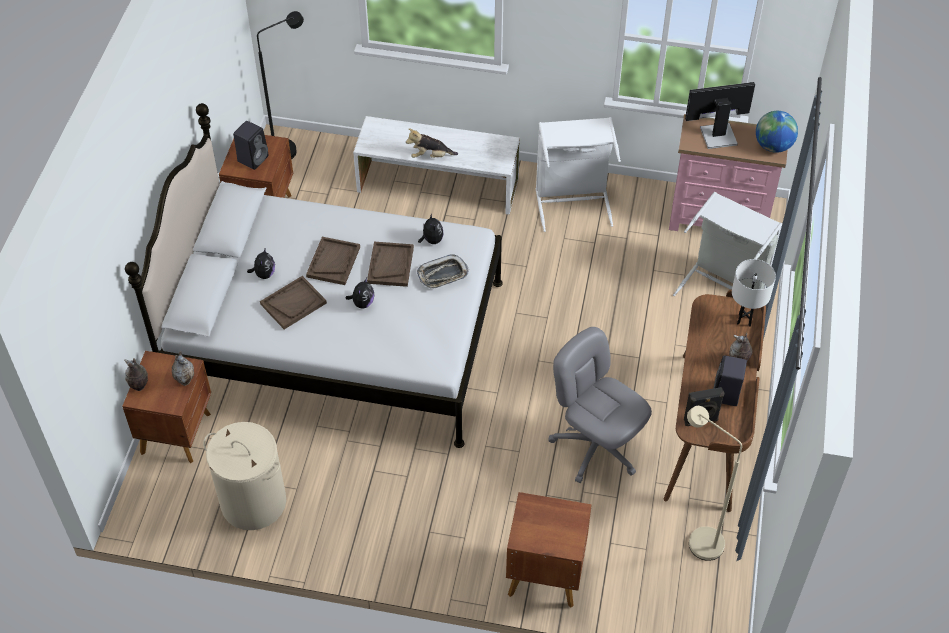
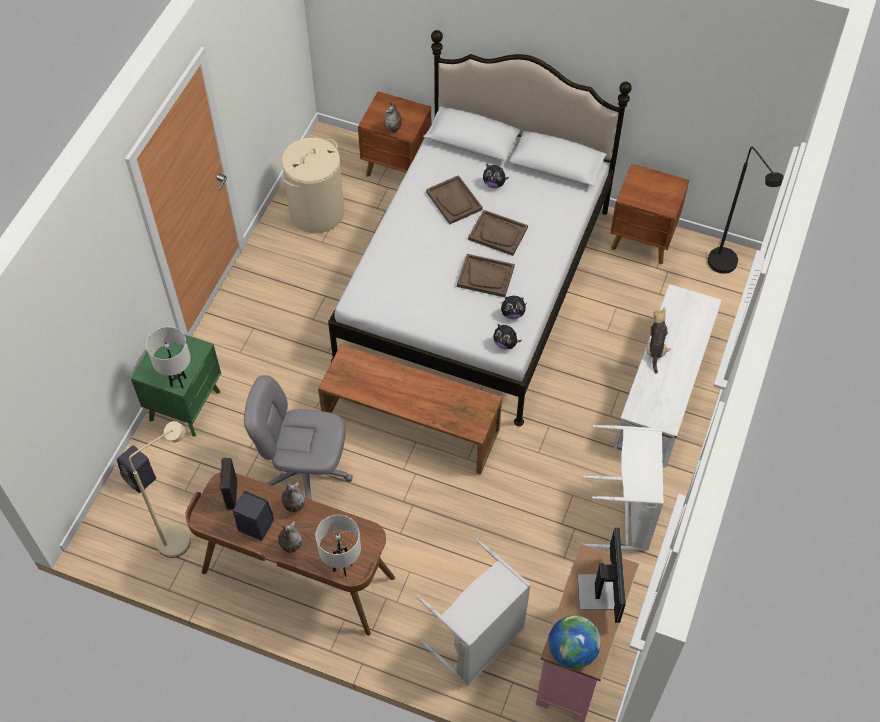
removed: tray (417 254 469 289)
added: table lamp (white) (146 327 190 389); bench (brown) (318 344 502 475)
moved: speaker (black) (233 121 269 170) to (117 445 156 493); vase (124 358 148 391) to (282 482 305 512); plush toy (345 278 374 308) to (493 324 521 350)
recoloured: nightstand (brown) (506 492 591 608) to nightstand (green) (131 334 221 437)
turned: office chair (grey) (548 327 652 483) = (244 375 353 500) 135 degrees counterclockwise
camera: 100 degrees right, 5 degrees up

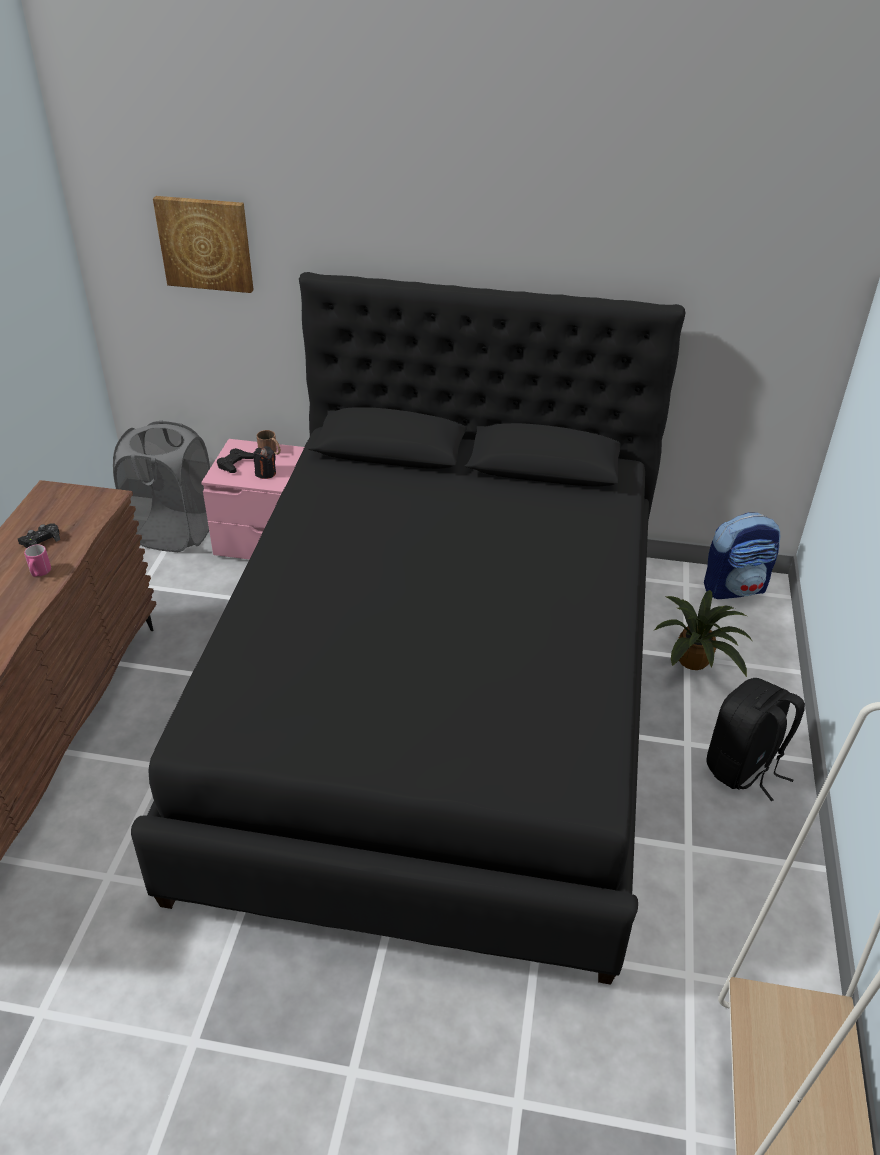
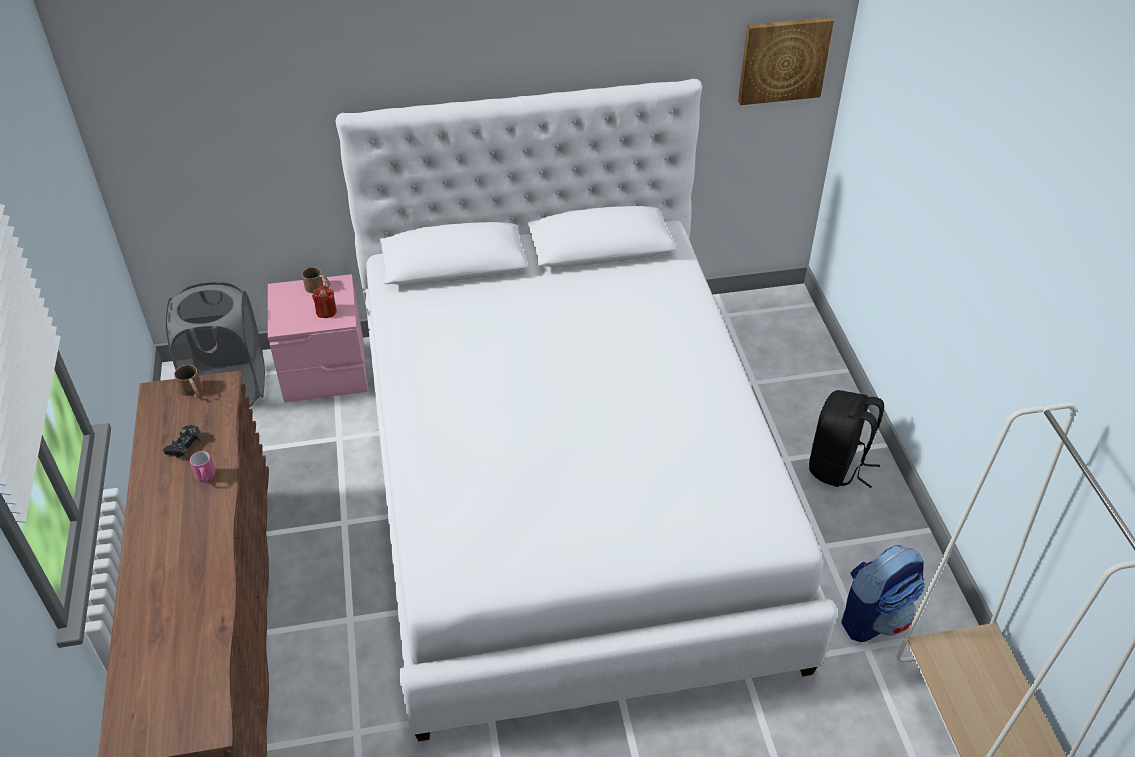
removed: game controller (black) (217 448 254 473); potted plant (655 590 752 677)
added: mug (brown) (174 365 202 398)
moved: picture (153 196 254 293) to (738 17 834 105); backpack (704 512 780 599) to (841 545 925 642)
recoloured: candle (black) (254 446 276 479) to candle (red) (312 286 337 318); bed (black) (131 272 686 985) to bed (white) (336 79 838 742)
camera: 20 degrees left, 5 degrees up

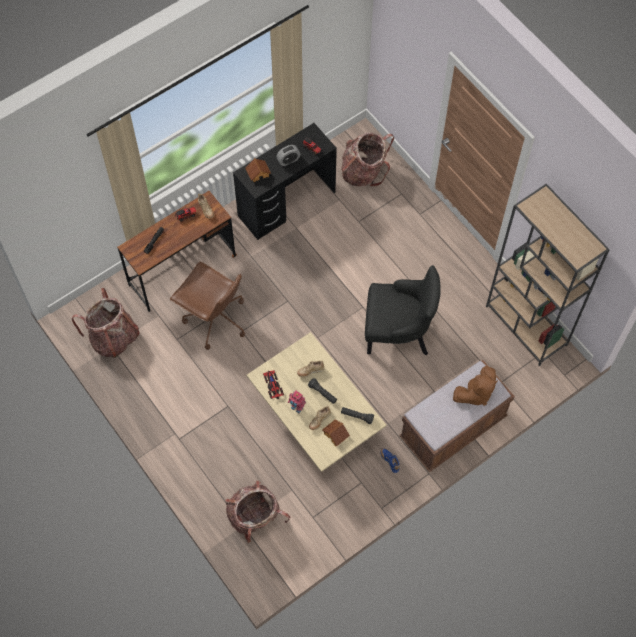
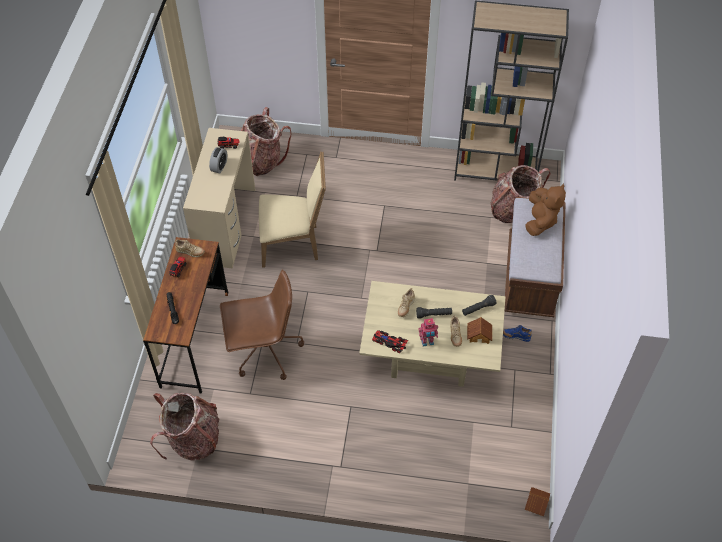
removed: chair (black) (365 265 441 355)
added: chair (beige) (259 152 326 268)
moved: backpack (225 481 290 543) to (491 165 551 223); toy house (245 158 271 182) to (525 487 550 516)
recoloured: desk (black) (233 123 337 240) to desk (beige) (183 128 255 269)
camera: 45 degrees left, 10 degrees down

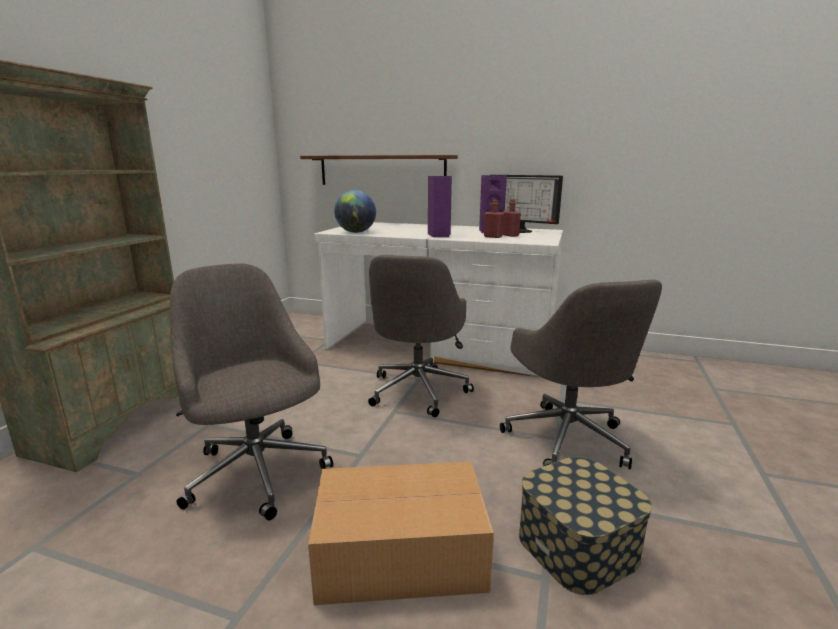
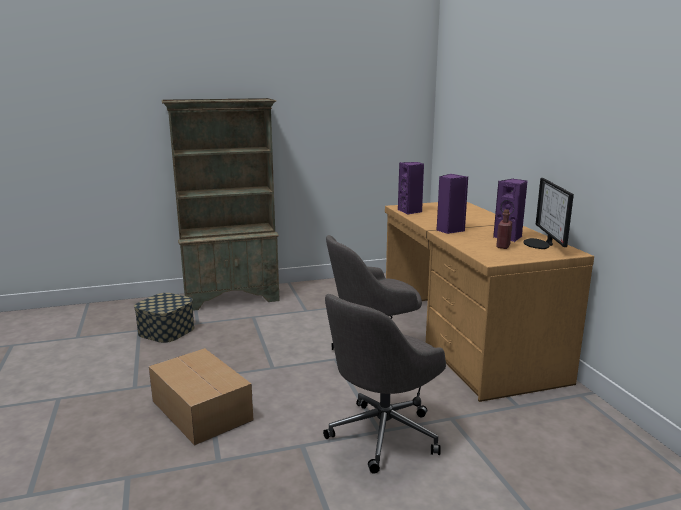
removed: office chair (grey) (170 264 333 520); shelf (brown) (300 155 458 185); bottle (red) (484 200 504 238)
moved: storage box (519 457 652 595) to (134 293 195 343)
replaced: globe (334 190 376 233) to speaker (purple) (398 162 424 215)
recoloured: desk (white) (315 222 563 380) to desk (brown) (385 202 594 402)
camera: 55 degrees right, 0 degrees up

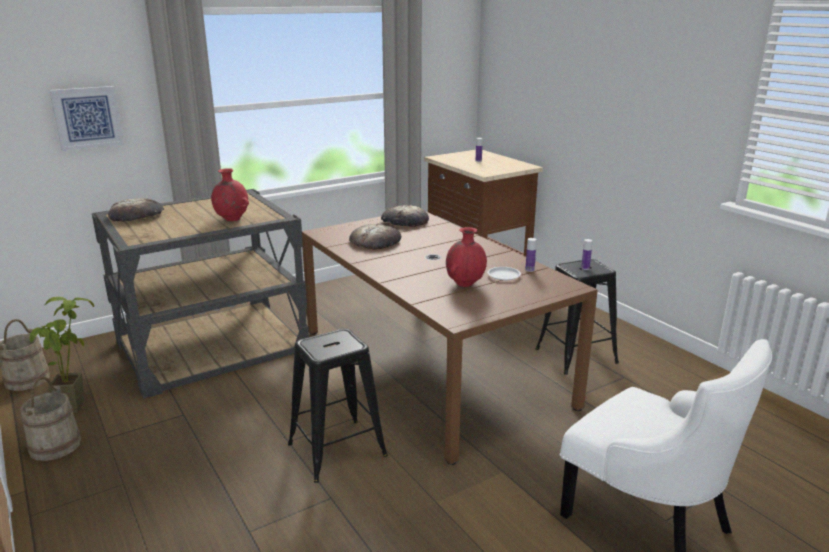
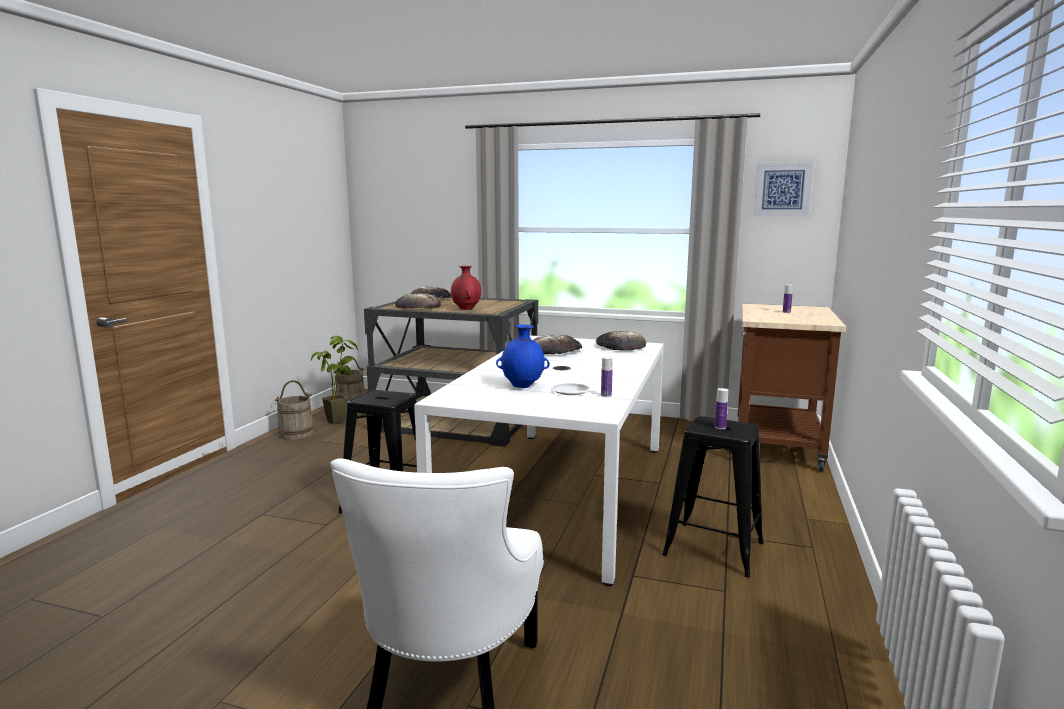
added: bread (395 293 441 309)
moved: picture (49 86 124 151) to (754 162 814 216)
recoloured: dining table (brown) (302 212 598 465) to dining table (white) (414 335 664 586); vase (red) (446 227 487 287) to vase (blue) (496 324 550 388)
camera: 50 degrees right, 10 degrees down

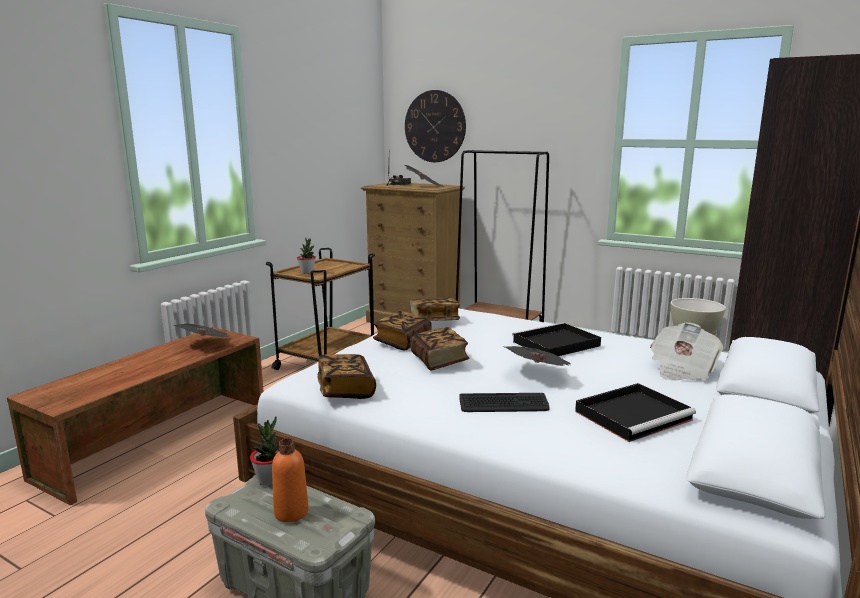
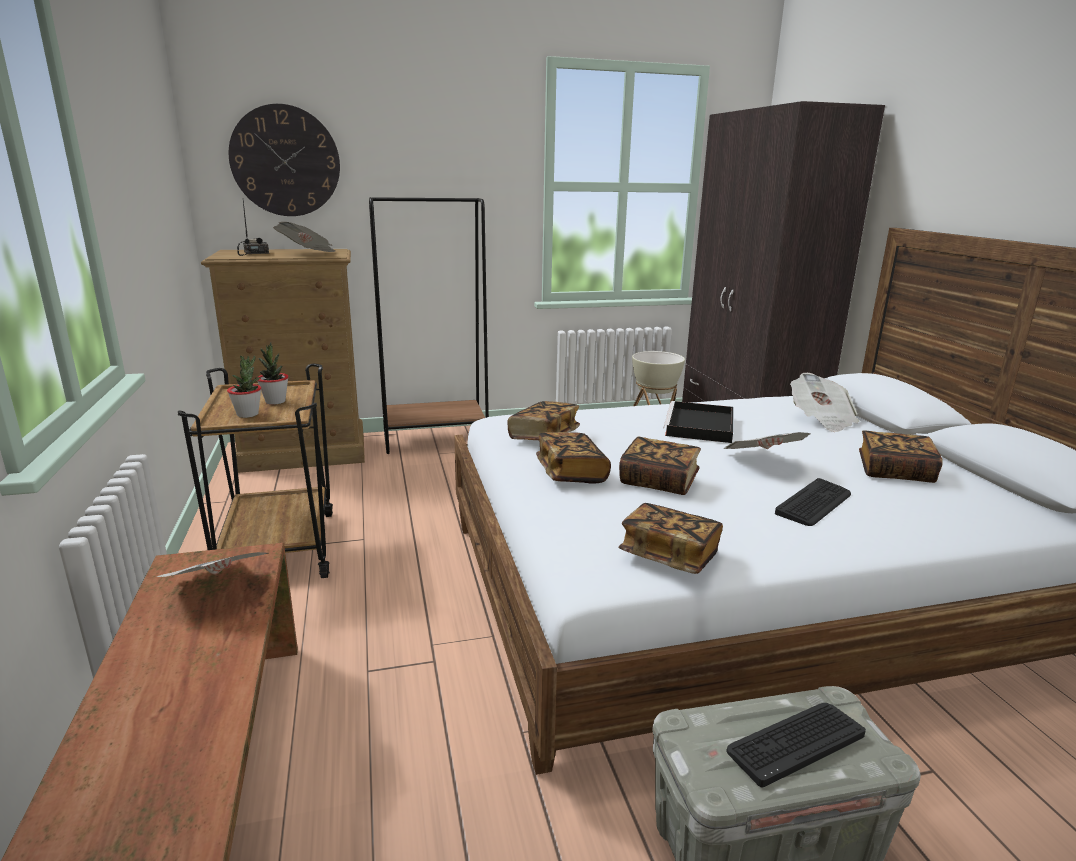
moved: potted plant (250 417 279 486) to (258 342 289 405)
replaced: bottle (orange) (272 438 309 522) to keyboard (726 703 866 787); tray (black) (575 383 696 442) to book (859 430 942 483)
camera: 45 degrees left, 5 degrees up

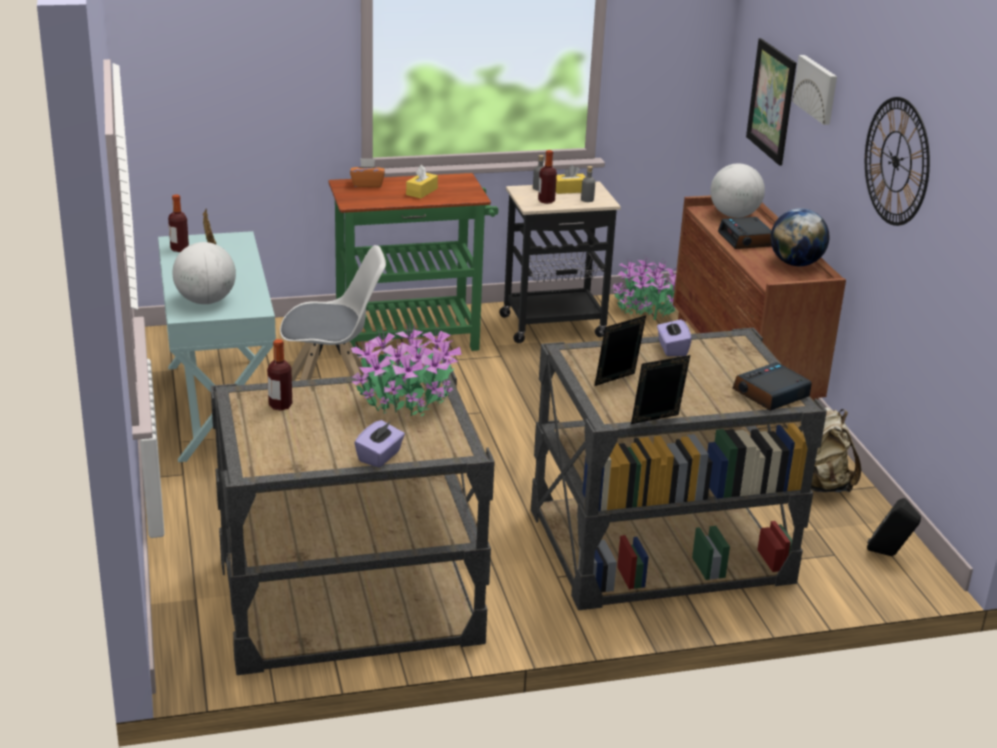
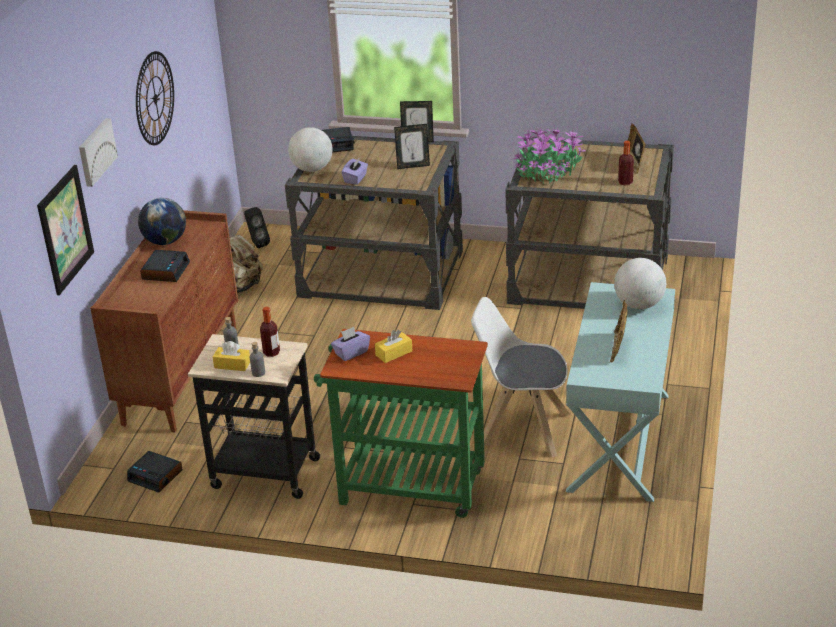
removed: bottle (168 194 189 252); tissue box (orange) (350 158 385 188)
added: picture frame (628 123 646 174)
moved: globe (710 163 765 218) to (288 127 333 172); tissue box (purple) (355 420 405 467) to (331 327 370 361)
replaced: potted plant (613 257 676 320) to alarm clock (127 451 183 493)
camera: 150 degrees left, 5 degrees up

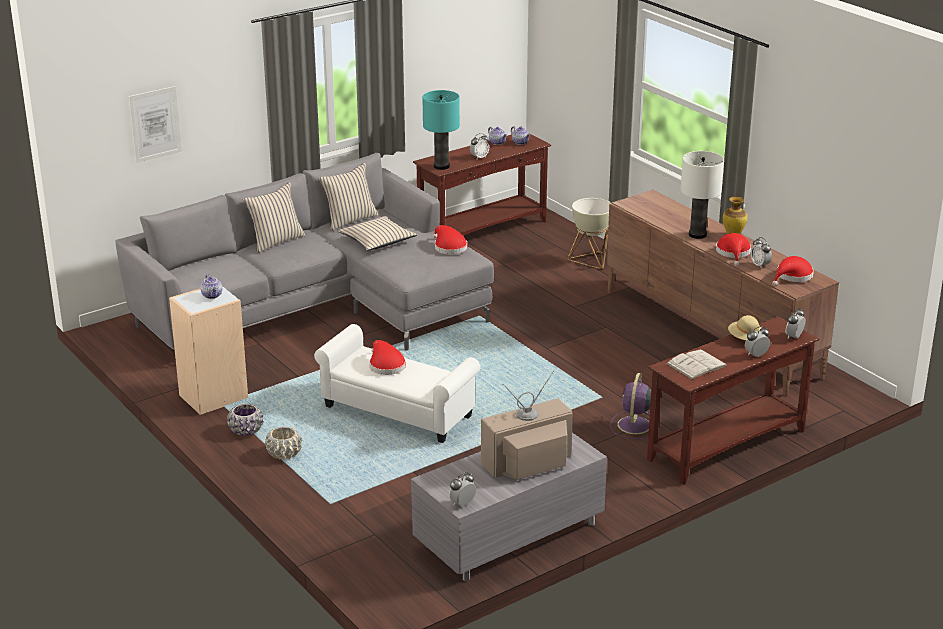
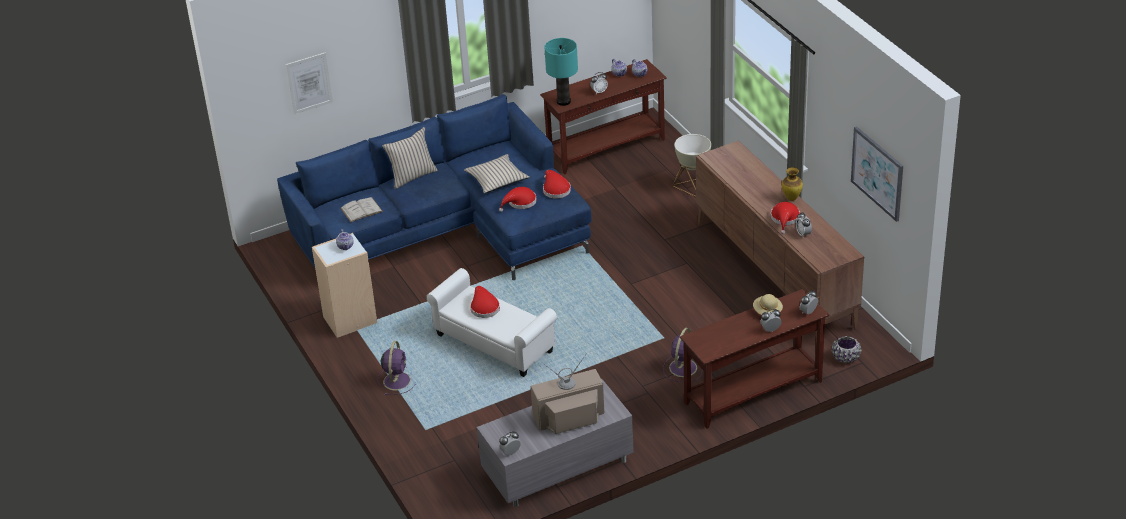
removed: pillow (beige) (318 163 378 231); table lamp (white) (680 151 724 239)
added: picture (851 126 903 222)
moved: book (white) (666 349 728 380) to (340 197 383 222); hat (red) (772 256 814 286) to (499 187 536 212); planter (purple) (227 404 263 436) to (832 336 862 363)
replaced: planter (beige) (265 427 302 460) to fan (purple) (378 341 416 395)
recoloured: sofa (grey) (115 153 494 350) to sofa (blue) (277 94 592 280)
camera: 10 degrees right, 10 degrees up

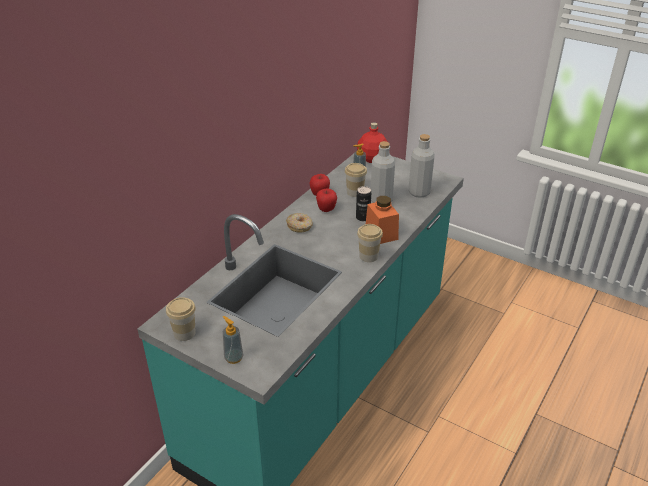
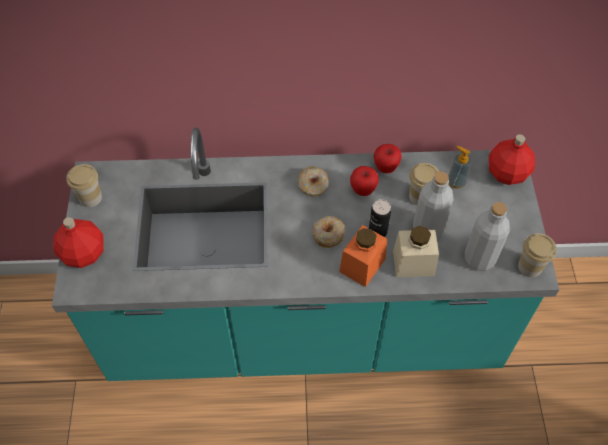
added: donut (312 216 345 248); jar (beige) (393 226 439 277)
moved: cup (357 224 383 262) to (518 233 557 277)
replaced: soap dispenser (223 316 243 364) to bottle (red) (54 217 104 268)
camera: 55 degrees right, 20 degrees up

